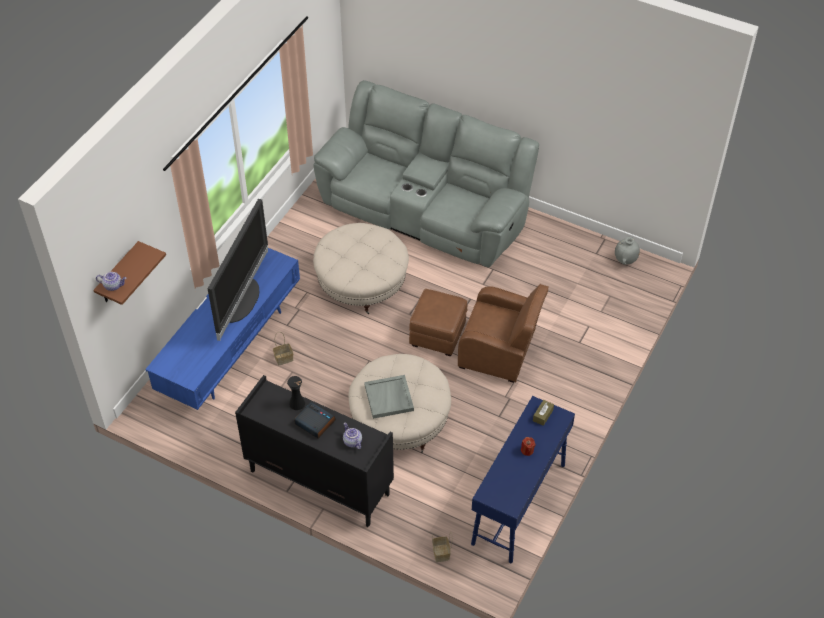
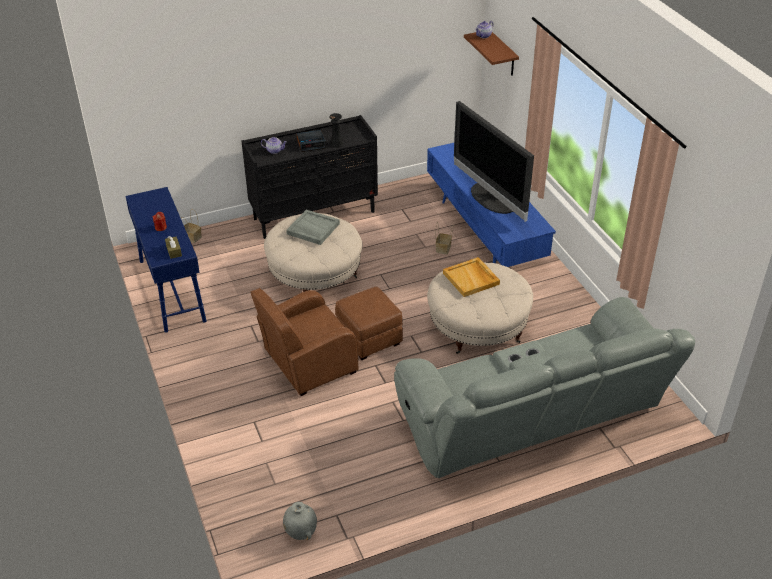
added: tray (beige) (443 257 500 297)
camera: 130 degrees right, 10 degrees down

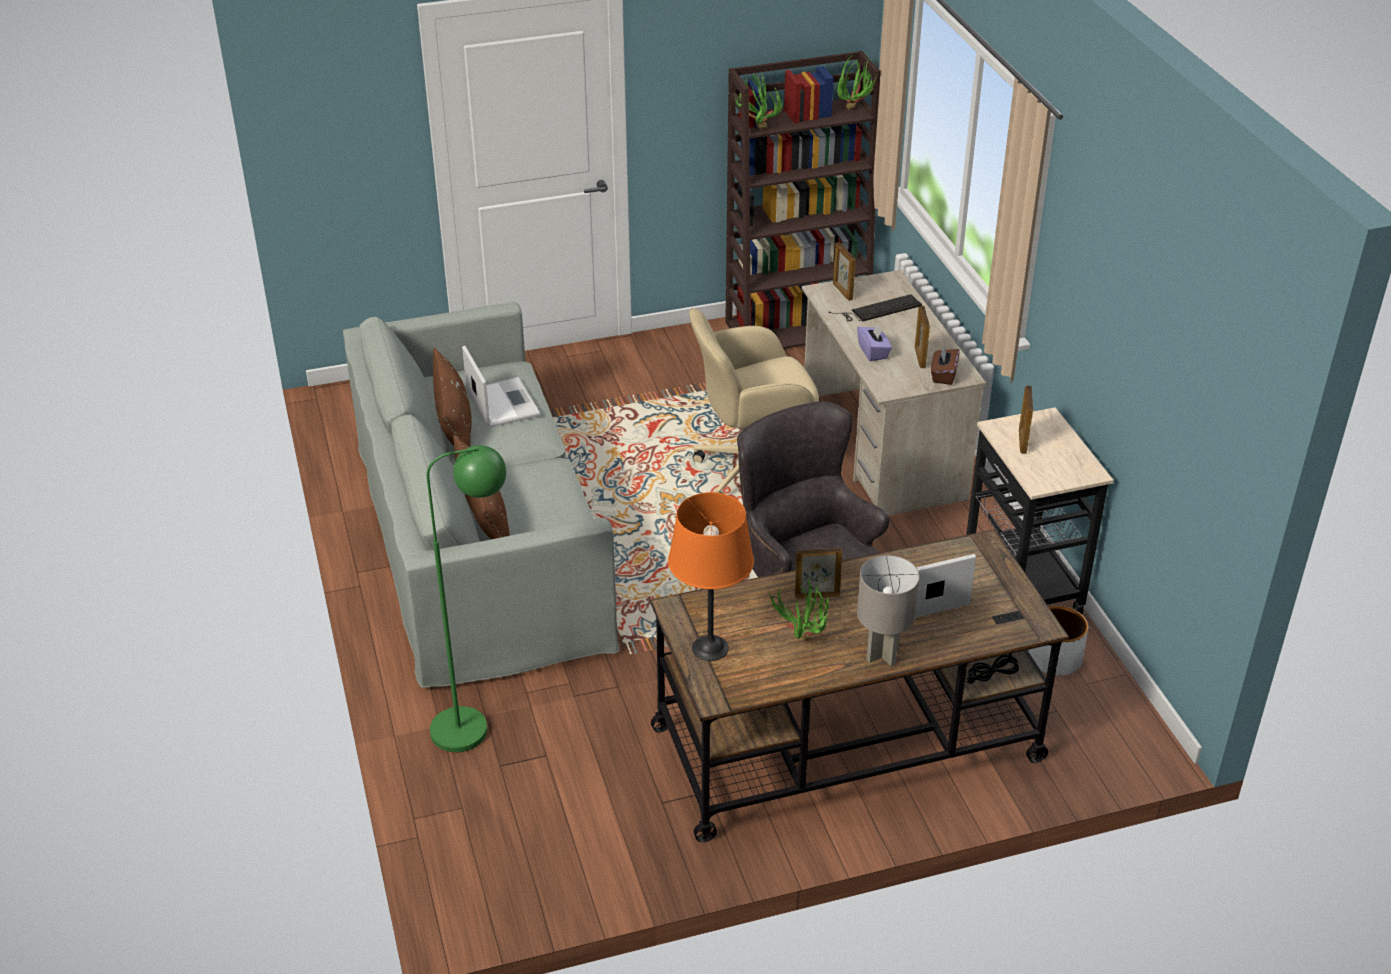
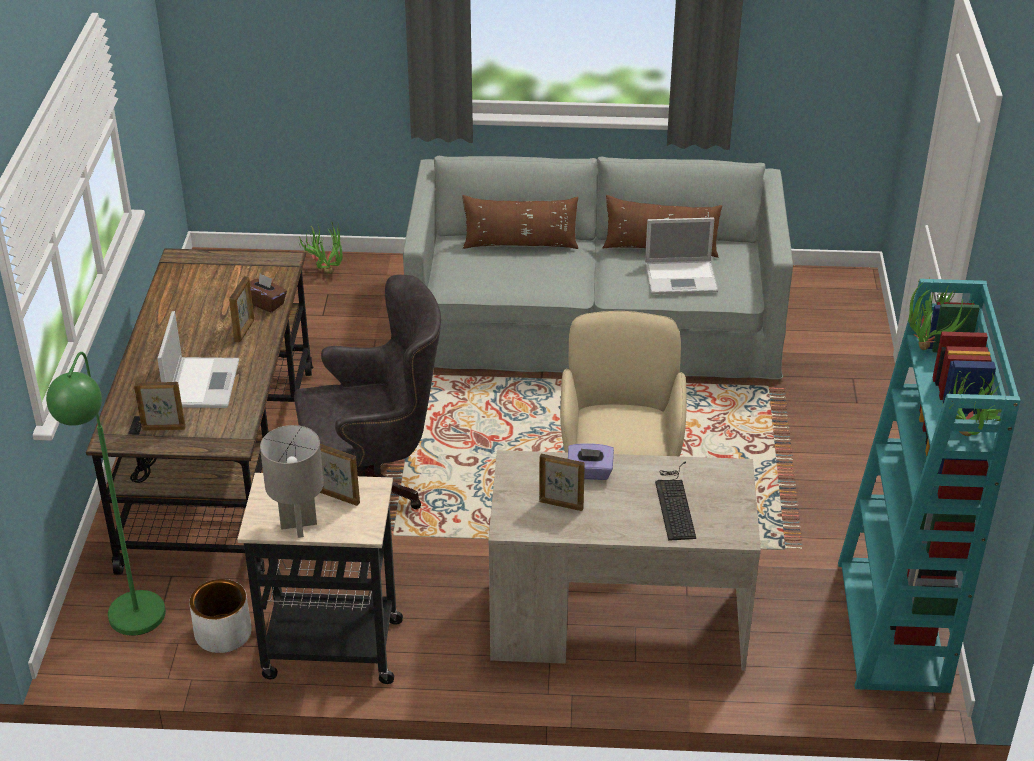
removed: table lamp (orange) (668 492 754 661)
moved: floor lamp (green) (426 445 506 752) to (46 352 166 636); picture frame (833 242 856 301) to (134 382 186 431); tissue box (brown) (931 346 960 385) to (250 273 287 312); table lamp (grey) (857 555 920 666) to (260 425 324 538); potted plant (769 578 829 641) to (299 222 343 274)
recoloured: bookcase (brown) (725 51 880 349) to bookcase (turquoise) (838 279 1021 693)
camera: 110 degrees right, 0 degrees up

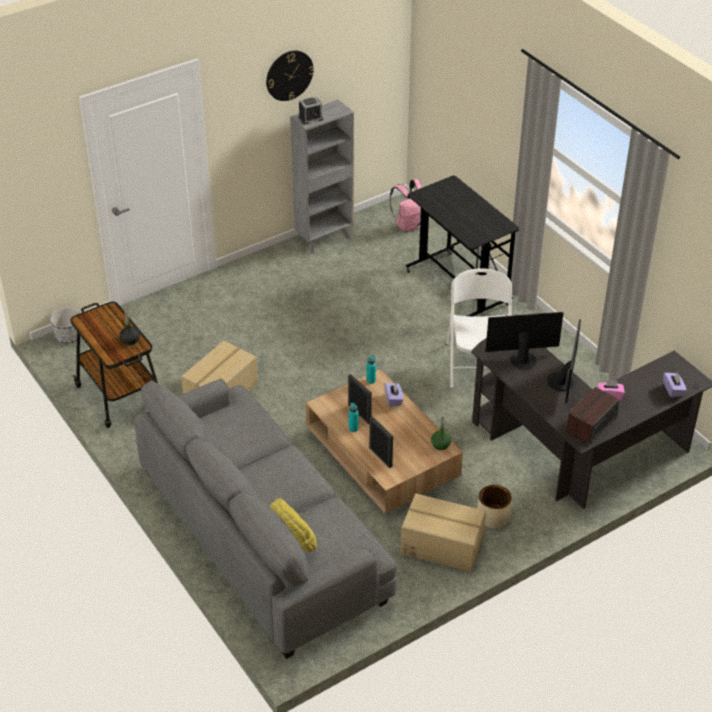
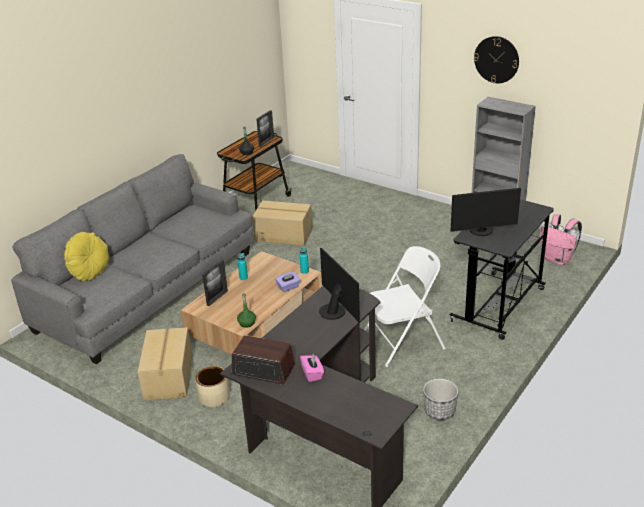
removed: alarm clock (298 96 323 125); tissue box (purple) (663 372 687 398)
moved: picture frame (348 374 372 424) to (256 110 274 147); planter (50 307 81 344) to (423 379 458 420); monitor (547 319 581 403) to (450 188 521 236)
camera: 70 degrees right, 10 degrees down

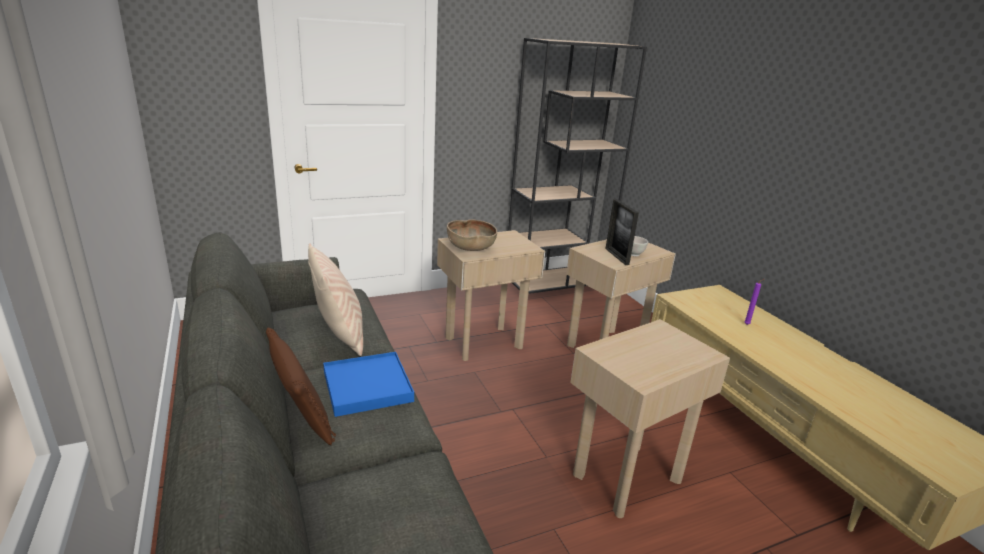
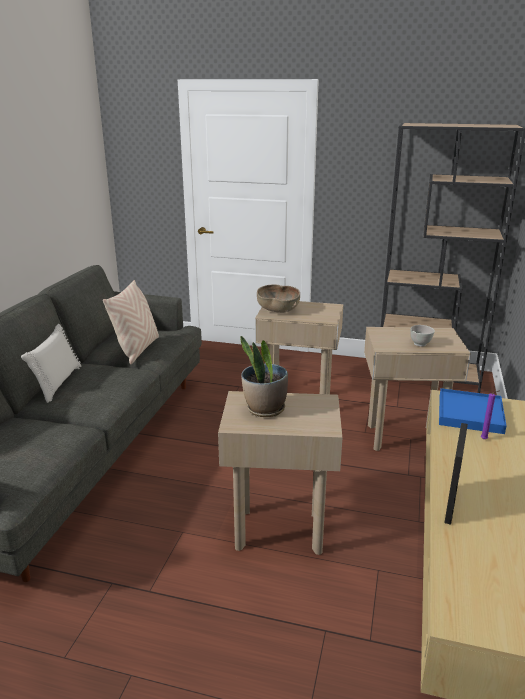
added: potted plant (240 336 288 417)
moved: tray (blue) (323 352 414 417) to (439 388 507 434); picture frame (606 199 639 265) to (444 423 468 525)
recoloured: pillow (brown) (266 328 336 445) to pillow (white) (21 324 81 403)
camera: 40 degrees right, 0 degrees up

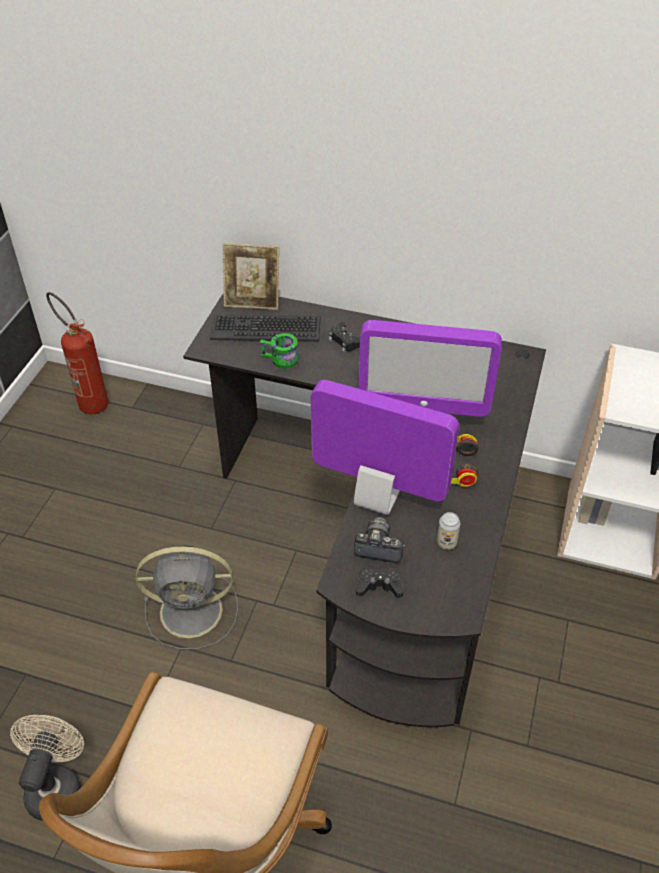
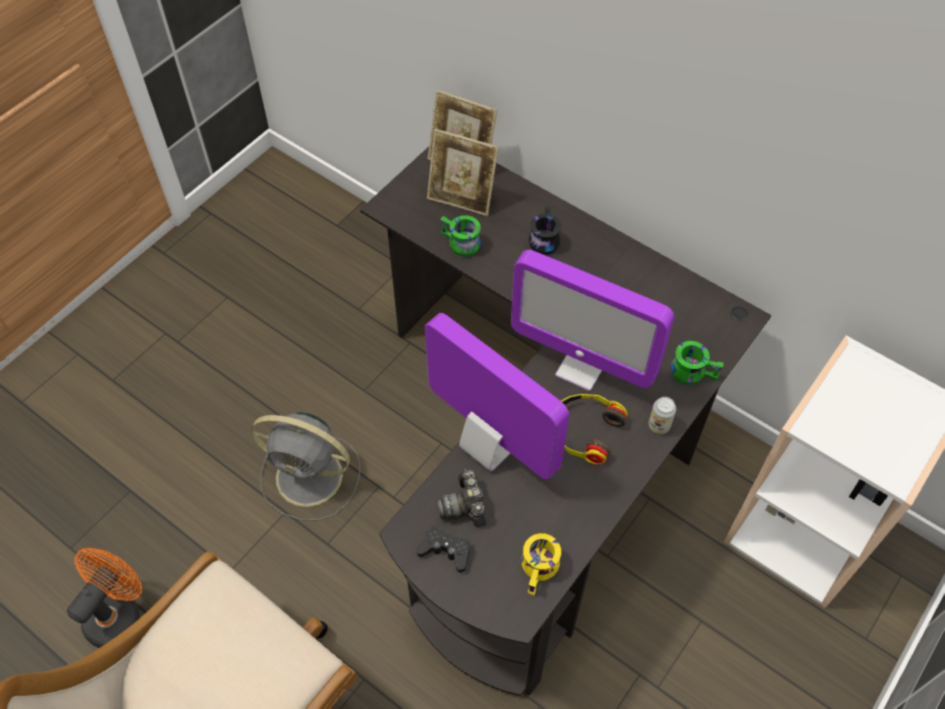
removed: fire extinguisher (46 292 108 415)
added: mug (yellow) (522 533 561 596); mug (green) (671 341 724 385)
moved: can (437 512 460 550) to (648 397 676 434)
replaced: keyboard (210 314 321 342) to picture frame (427 129 499 216); game controller (black) (329 322 360 352) to mug (black) (529 207 561 255)
recoloured: fan (beige) (10 715 84 821) to fan (orange) (67 548 142 648)
turned: photo camera (354 517 405 563) = (437 469 487 527) 135 degrees counterclockwise
camera: 20 degrees right, 10 degrees up

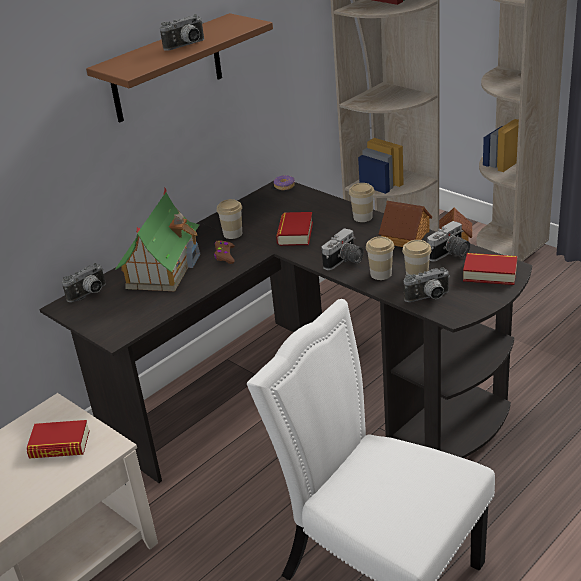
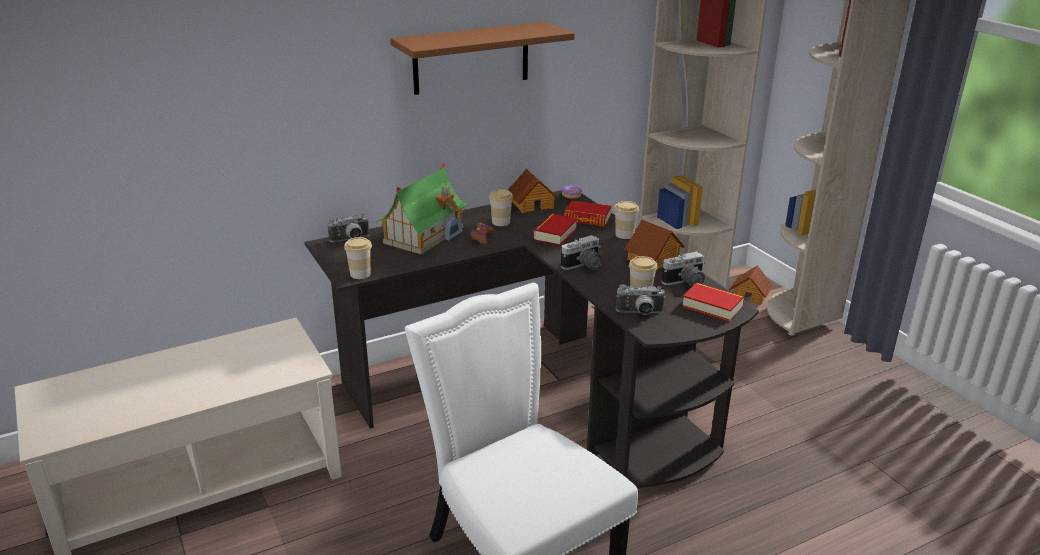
removed: photo camera (160 14 204 51)
added: toy house (508 168 558 213)
moved: cup (366 236 394 280) to (344 237 372 279); book (27 420 90 458) to (564 201 612 227)
camera: 15 degrees right, 5 degrees down

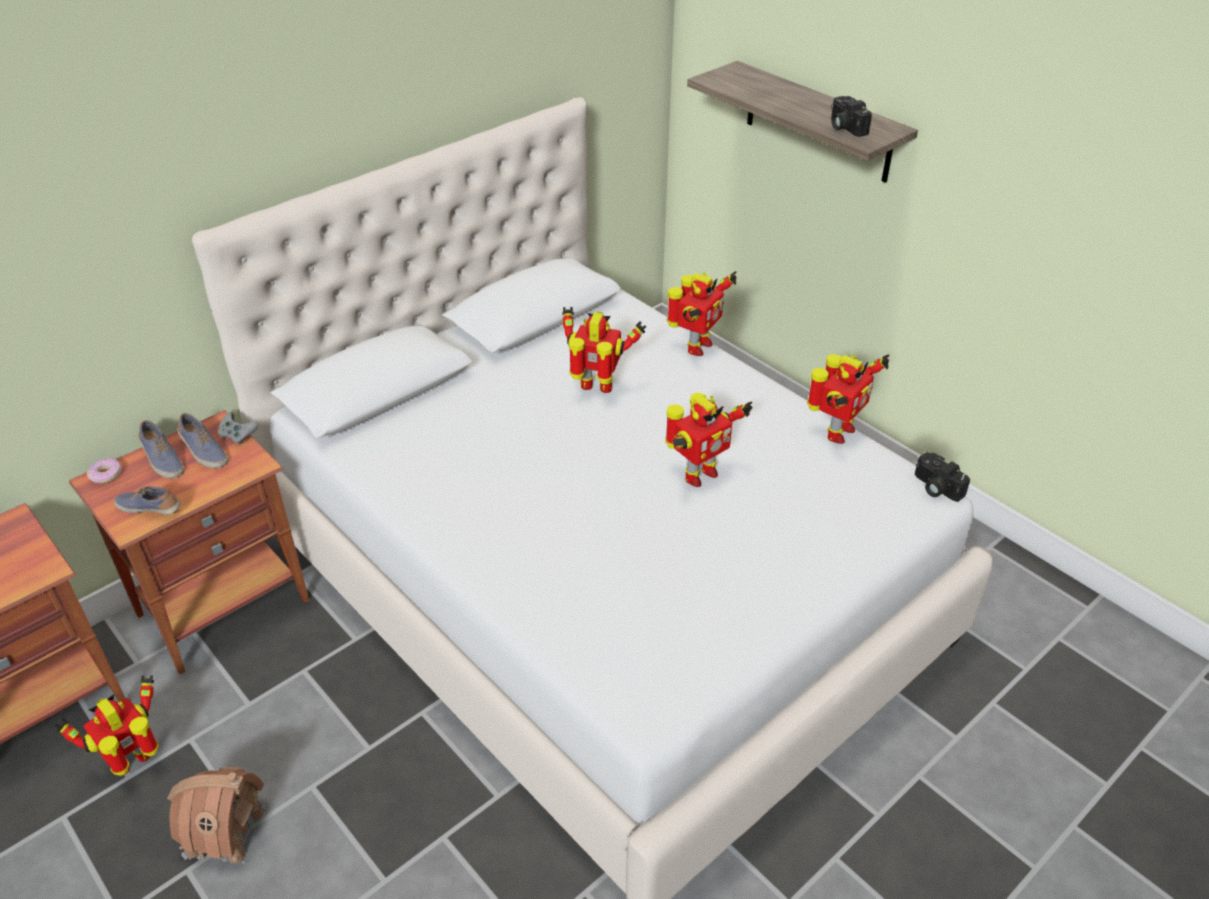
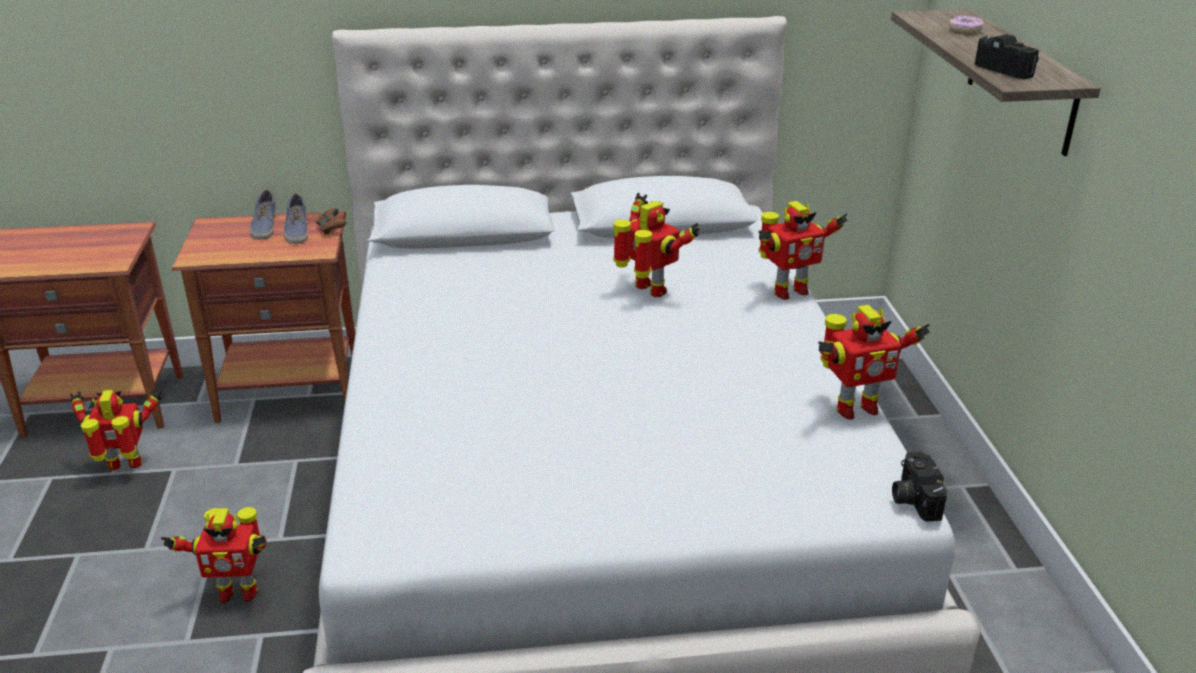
removed: shoe (114 486 181 515); toy house (167 767 267 870)
moved: toy robot (665 393 753 487) to (161 507 267 603); donut (87 458 121 483) to (949 16 984 33)
recoloured: game controller (grey) (217 412 258 445) to game controller (brown) (316 208 347 235)
turned: photo camera (831 96 872 137) = (975 34 1039 79) 135 degrees clockwise
camera: 35 degrees right, 10 degrees down

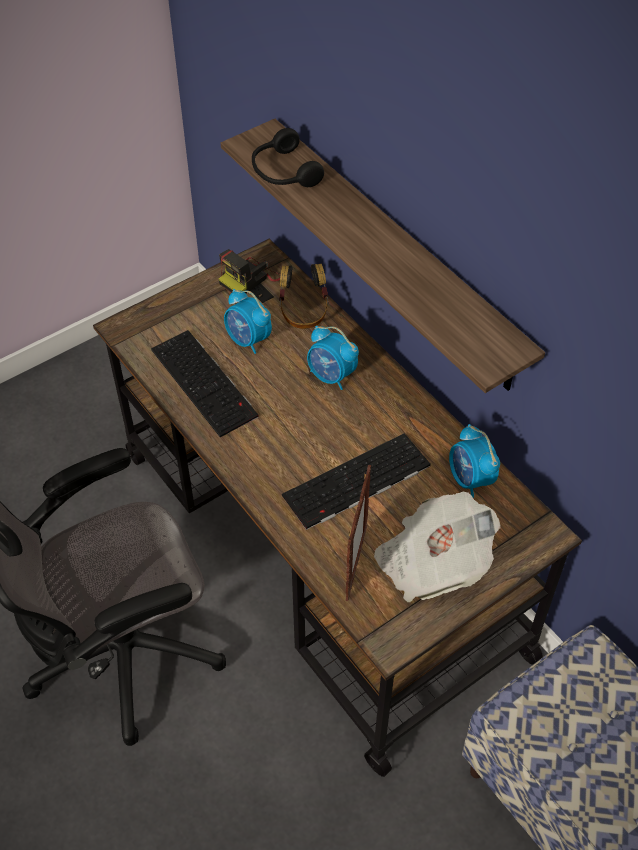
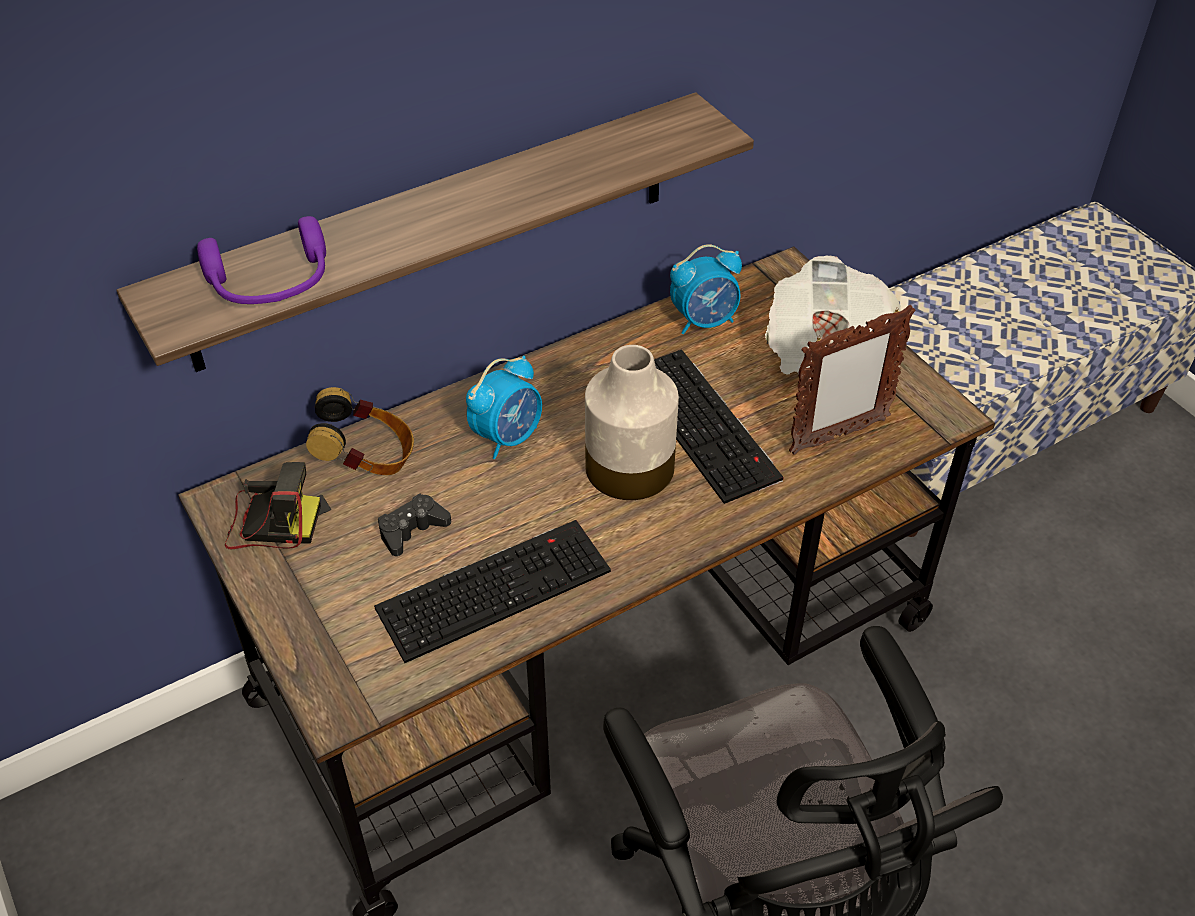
added: vase (beige) (585 345 679 500)
replaced: alarm clock (224 289 272 354) to game controller (black) (378 493 451 556)
recoloured: headphones (black) (252 128 324 187) to headphones (purple) (197 216 326 304)
turned: photo camera (218 249 280 293) = (225 462 321 549) 45 degrees counterclockwise; picture frame (345 465 371 601) = (789 305 915 455) 135 degrees clockwise
camera: 85 degrees left, 5 degrees down

